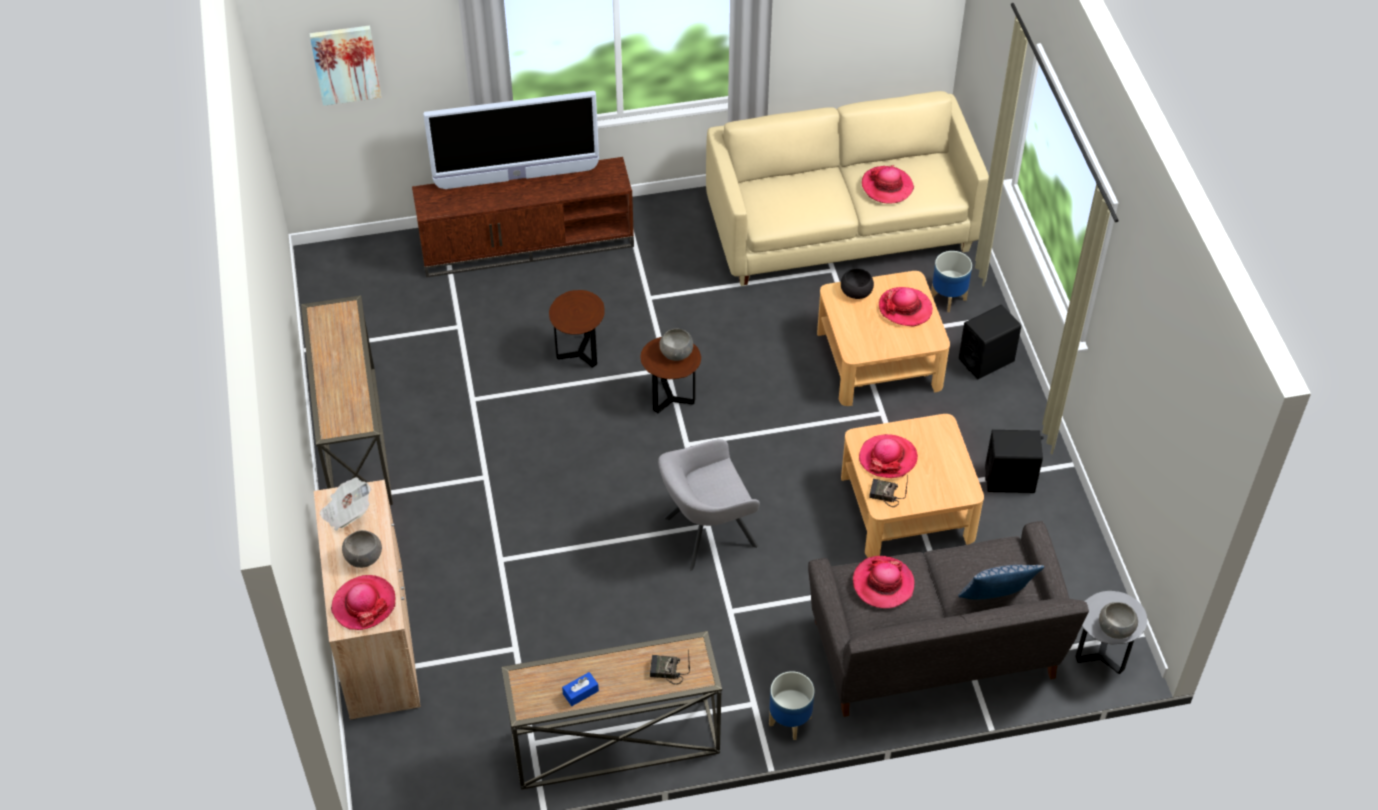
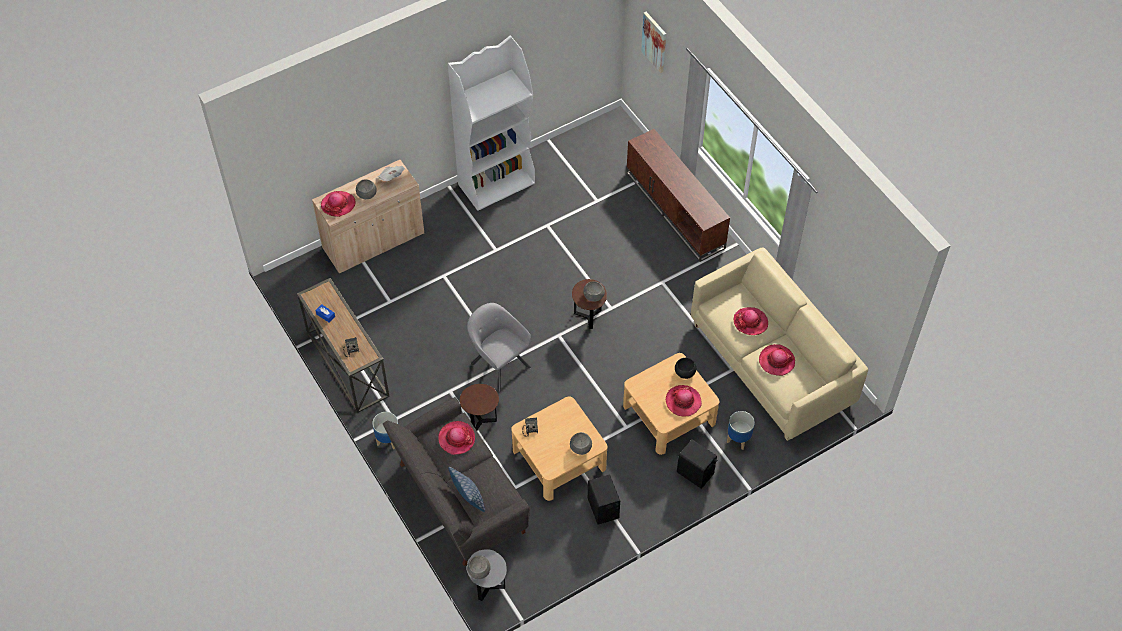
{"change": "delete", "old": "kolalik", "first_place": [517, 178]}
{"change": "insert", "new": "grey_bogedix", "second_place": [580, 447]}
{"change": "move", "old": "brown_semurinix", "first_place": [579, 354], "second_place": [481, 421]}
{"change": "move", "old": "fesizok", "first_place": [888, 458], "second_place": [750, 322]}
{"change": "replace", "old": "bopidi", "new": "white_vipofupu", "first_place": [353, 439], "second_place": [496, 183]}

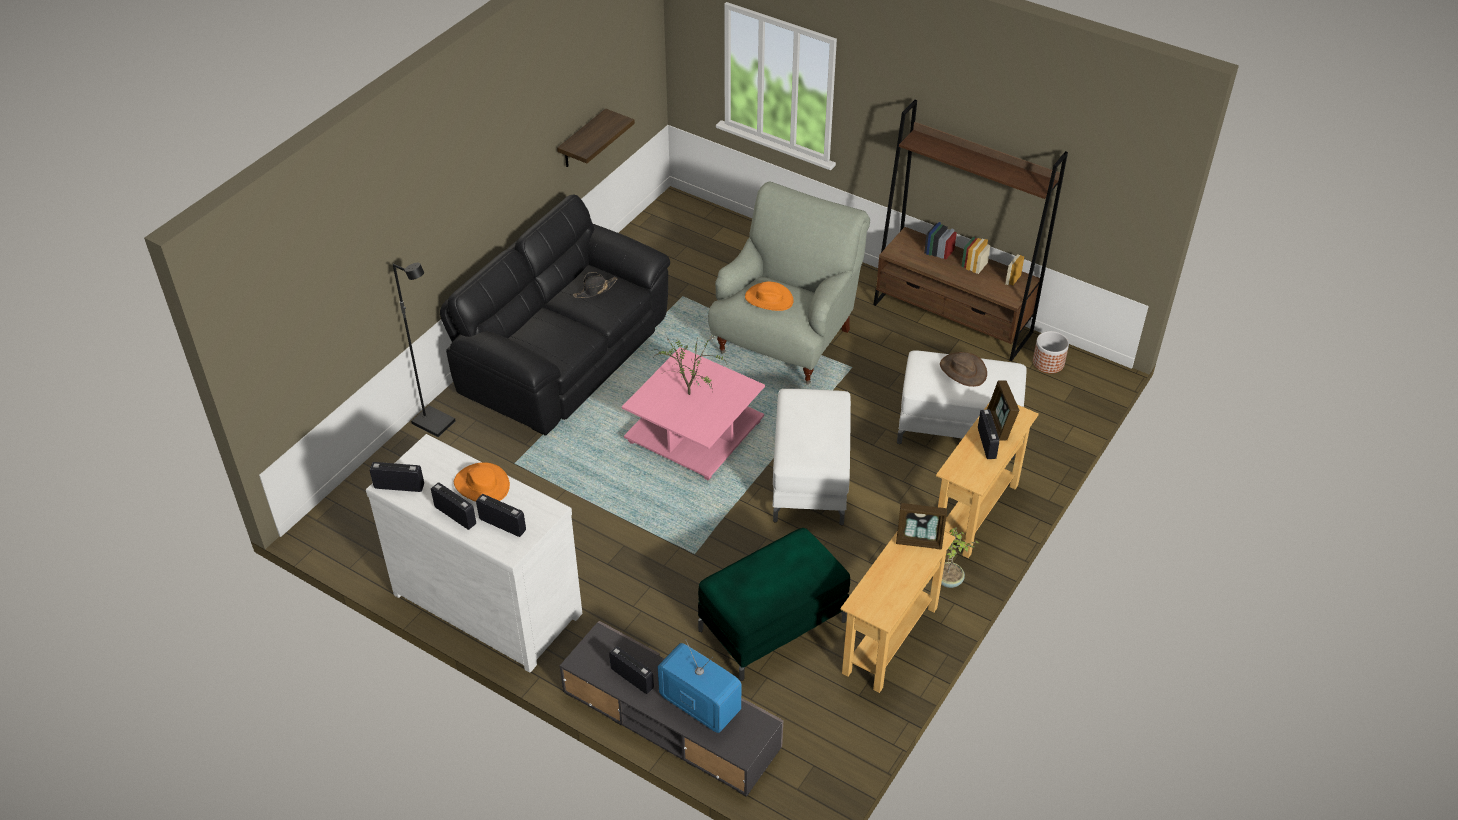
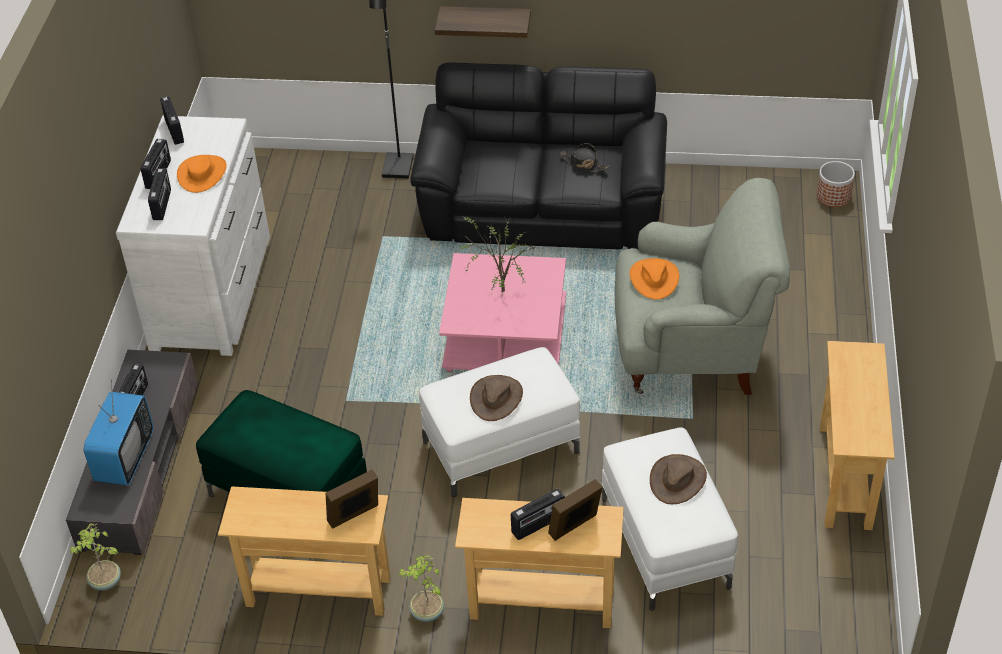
{"change": "insert", "new": "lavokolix", "second_place": [105, 582]}
{"change": "insert", "new": "brown_fesizok", "second_place": [496, 398]}
{"change": "move", "old": "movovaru", "first_place": [582, 140], "second_place": [485, 21]}
{"change": "move", "old": "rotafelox", "first_place": [1048, 363], "second_place": [833, 196]}
{"change": "replace", "old": "brown_vipofupu", "new": "beige_bopidi", "first_place": [952, 319], "second_place": [845, 476]}
{"change": "rotate", "old": "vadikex", "first_place": [919, 541], "second_place": [354, 516], "degrees": 75}

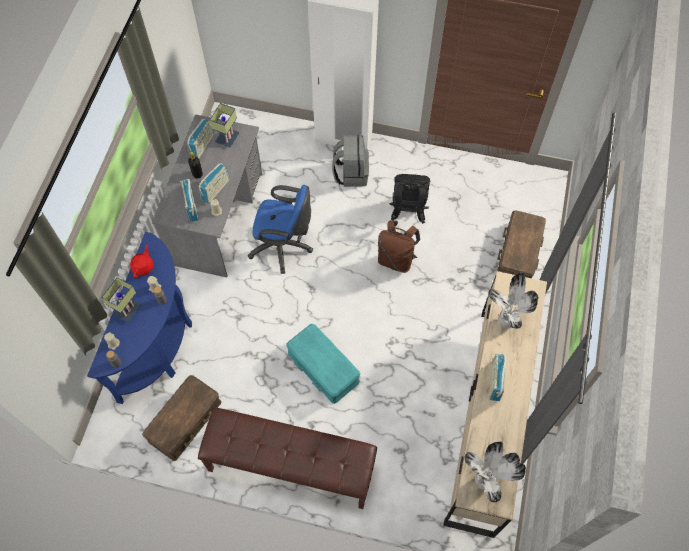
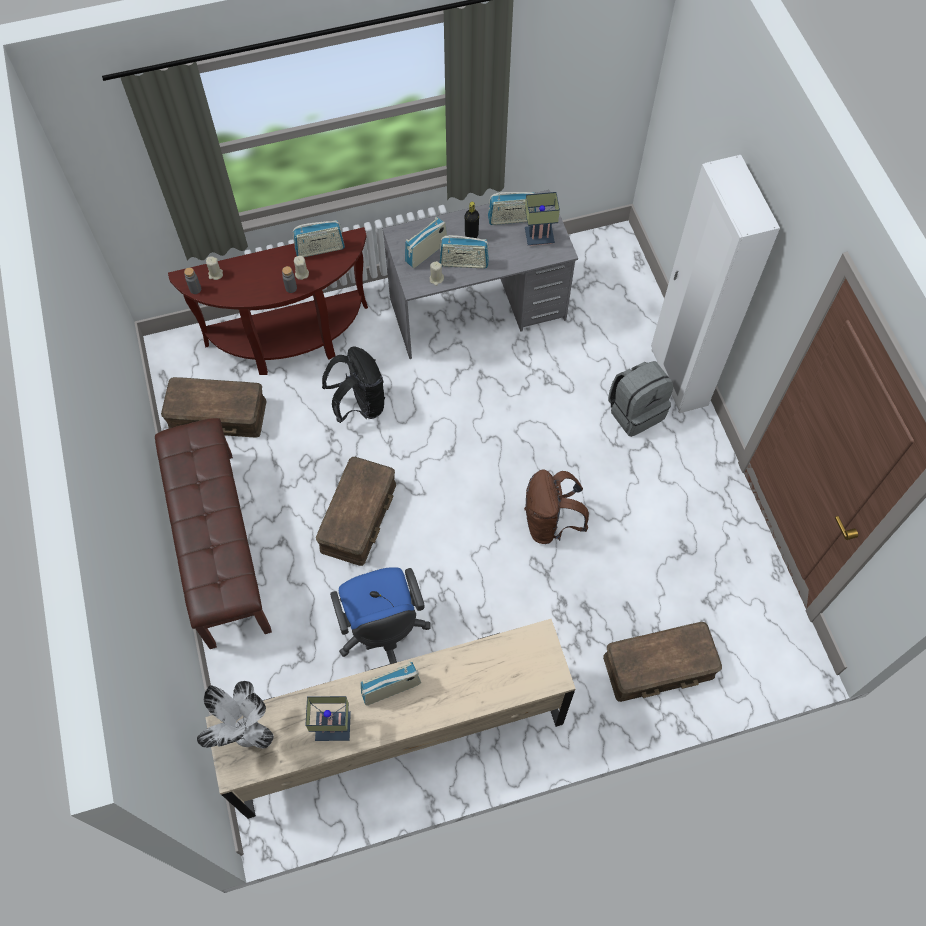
{"change": "delete", "old": "lavokolix", "first_place": [505, 323]}
{"change": "move", "old": "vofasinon", "first_place": [127, 309], "second_place": [335, 725]}
{"change": "move", "old": "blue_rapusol", "first_place": [284, 246], "second_place": [383, 632]}
{"change": "move", "old": "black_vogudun", "first_place": [408, 211], "second_place": [359, 404]}
{"change": "replace", "old": "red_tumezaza", "new": "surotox", "first_place": [143, 267], "second_place": [320, 249]}
{"change": "recolor", "old": "blue_bopidi", "new": "brown_bopidi", "first_place": [159, 344], "second_place": [290, 341]}
{"change": "recolor", "old": "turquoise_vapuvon", "new": "brown_vapuvon", "first_place": [322, 367], "second_place": [357, 516]}

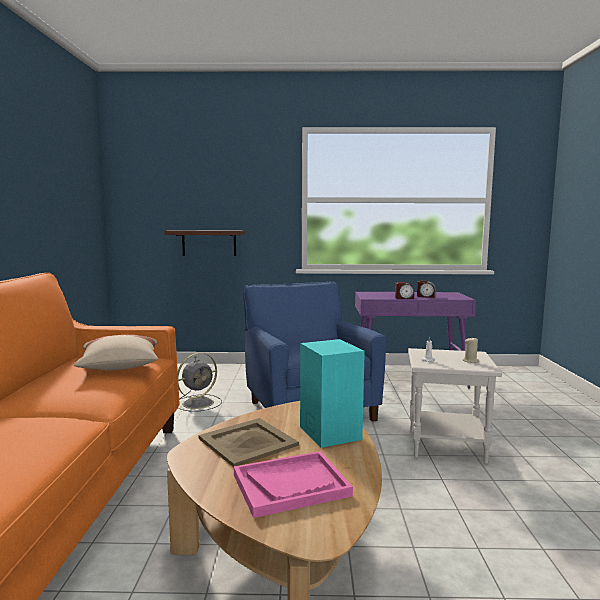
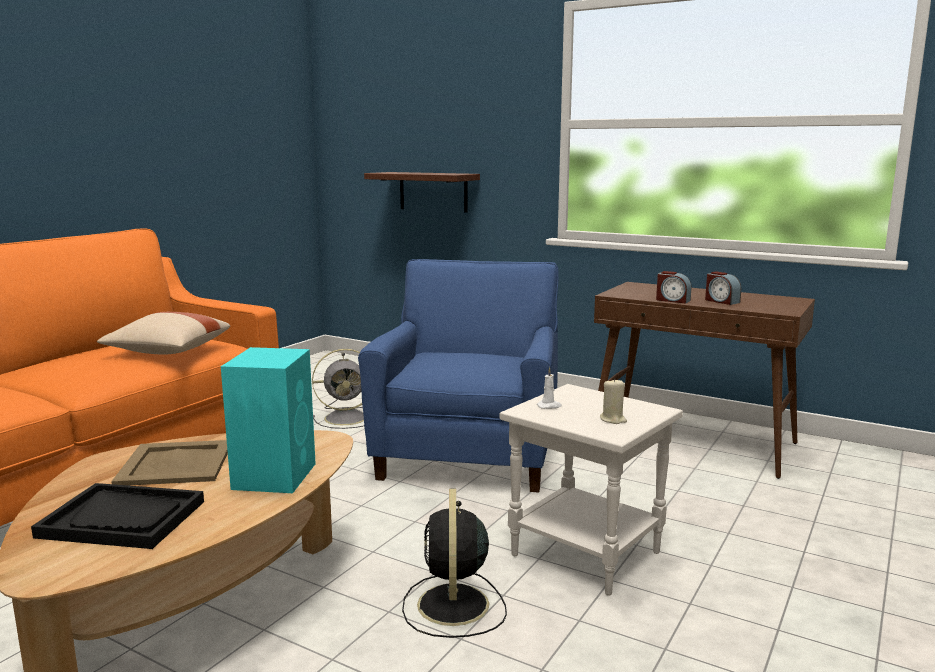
{"change": "insert", "new": "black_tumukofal", "second_place": [453, 606]}
{"change": "recolor", "old": "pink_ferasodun", "new": "black_ferasodun", "first_place": [291, 485], "second_place": [123, 519]}
{"change": "recolor", "old": "purple_bopidi", "new": "brown_bopidi", "first_place": [409, 378], "second_place": [693, 442]}

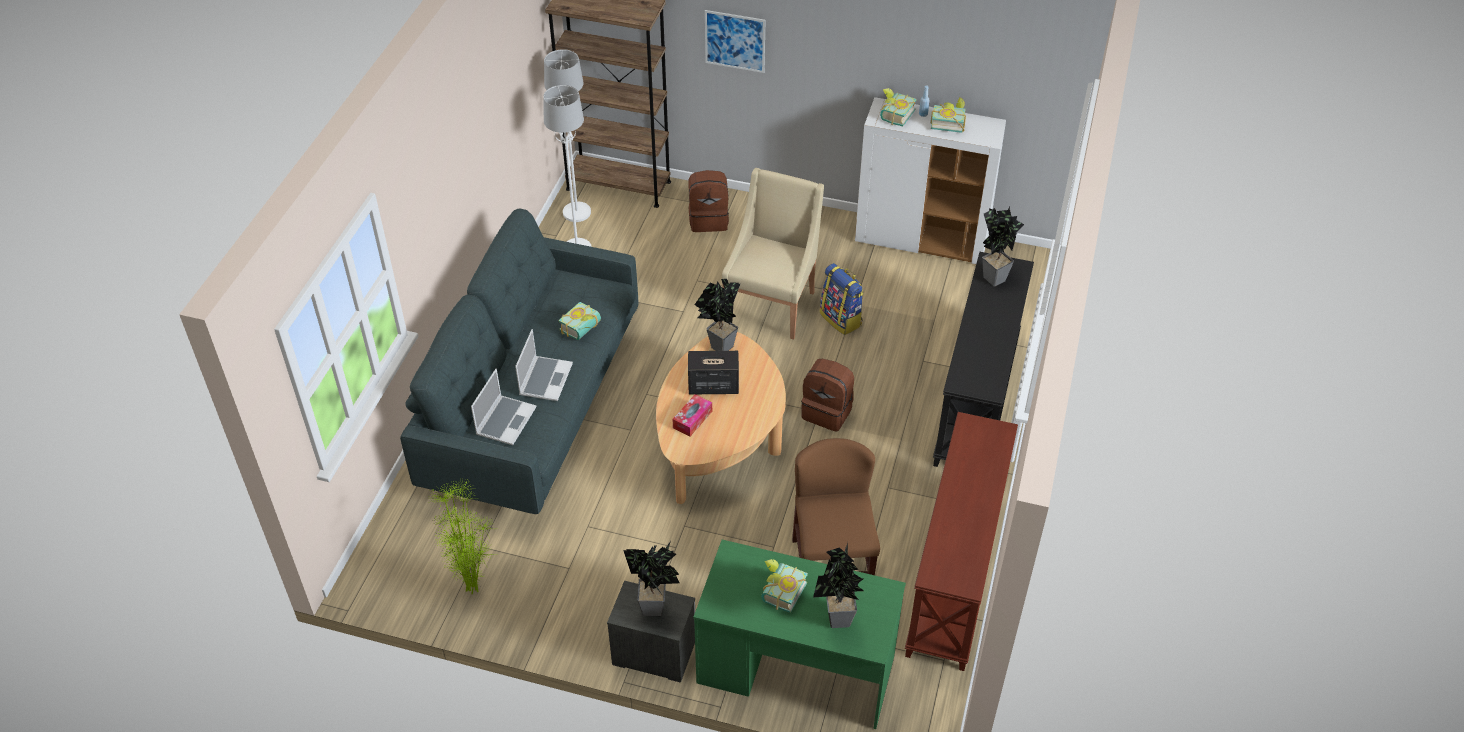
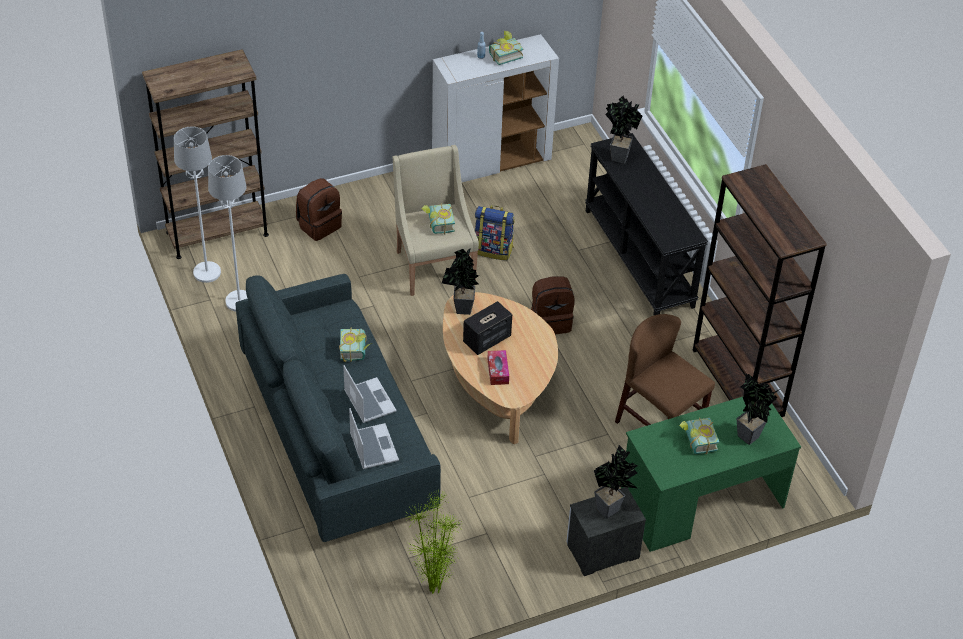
{"change": "delete", "old": "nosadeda", "first_place": [735, 41]}
{"change": "move", "old": "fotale", "first_place": [894, 115], "second_place": [437, 224]}
{"change": "replace", "old": "brown_bopidi", "new": "brown_vipofupu", "first_place": [956, 575], "second_place": [738, 383]}

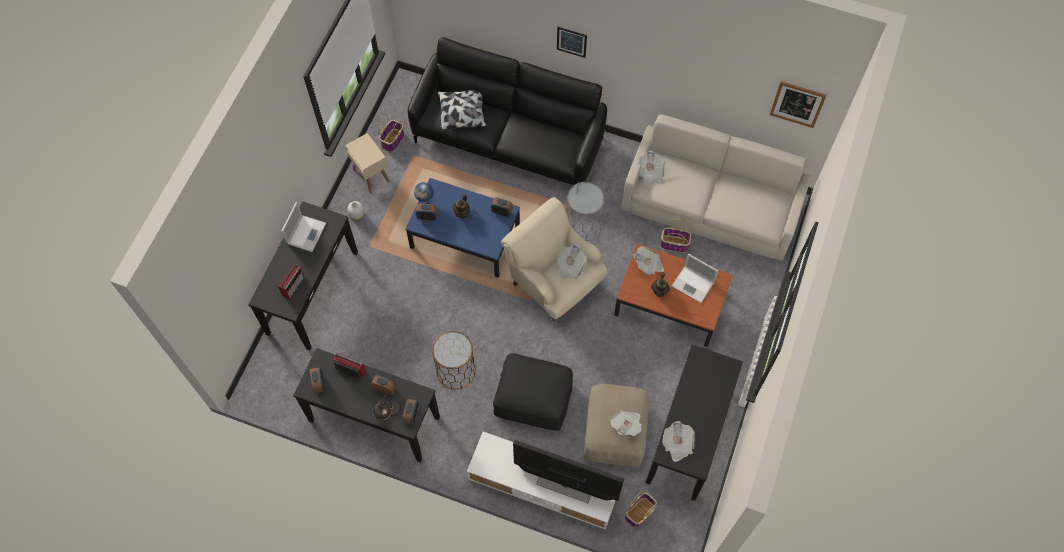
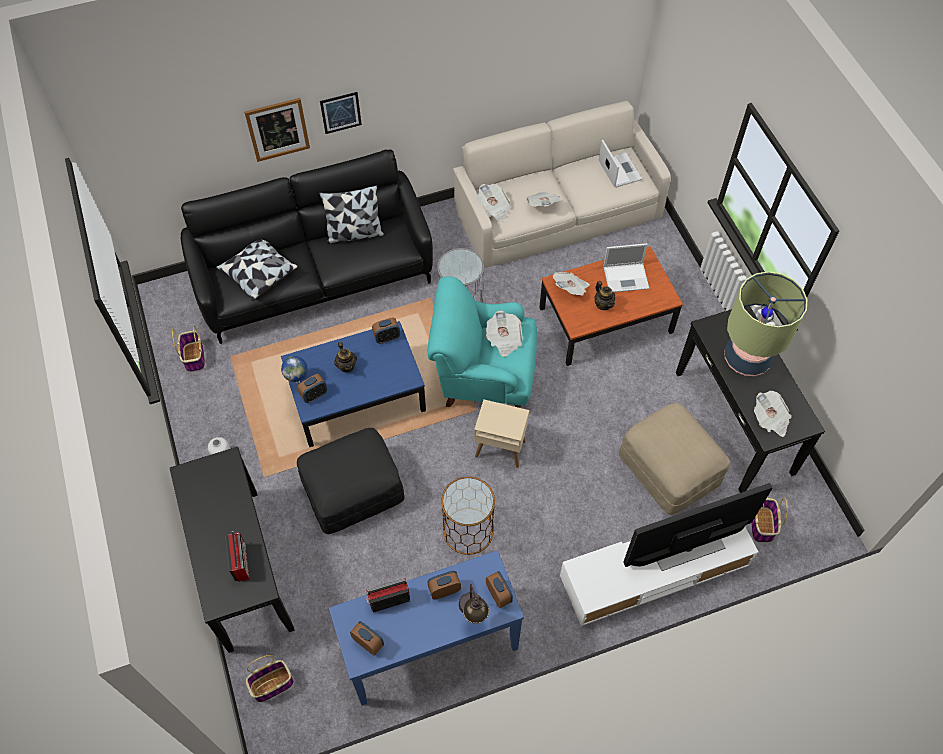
{"change": "insert", "new": "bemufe", "second_place": [354, 233]}
{"change": "insert", "new": "vofasinon", "second_place": [747, 358]}
{"change": "move", "old": "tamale", "first_place": [306, 232], "second_place": [619, 170]}
{"change": "move", "old": "beige_semurinix", "first_place": [371, 175], "second_place": [499, 449]}
{"change": "move", "old": "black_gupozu", "first_place": [533, 399], "second_place": [353, 490]}
{"change": "move", "old": "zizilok", "first_place": [627, 425], "second_place": [542, 204]}
{"change": "move", "old": "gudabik", "first_place": [674, 244], "second_place": [272, 684]}
{"change": "move", "old": "nosadeda", "first_place": [797, 104], "second_place": [277, 129]}
{"change": "recolor", "old": "black_bopidi", "new": "blue_bopidi", "first_place": [374, 419], "second_place": [430, 645]}
{"change": "recolor", "old": "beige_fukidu", "new": "turquoise_fukidu", "first_place": [554, 282], "second_place": [483, 376]}

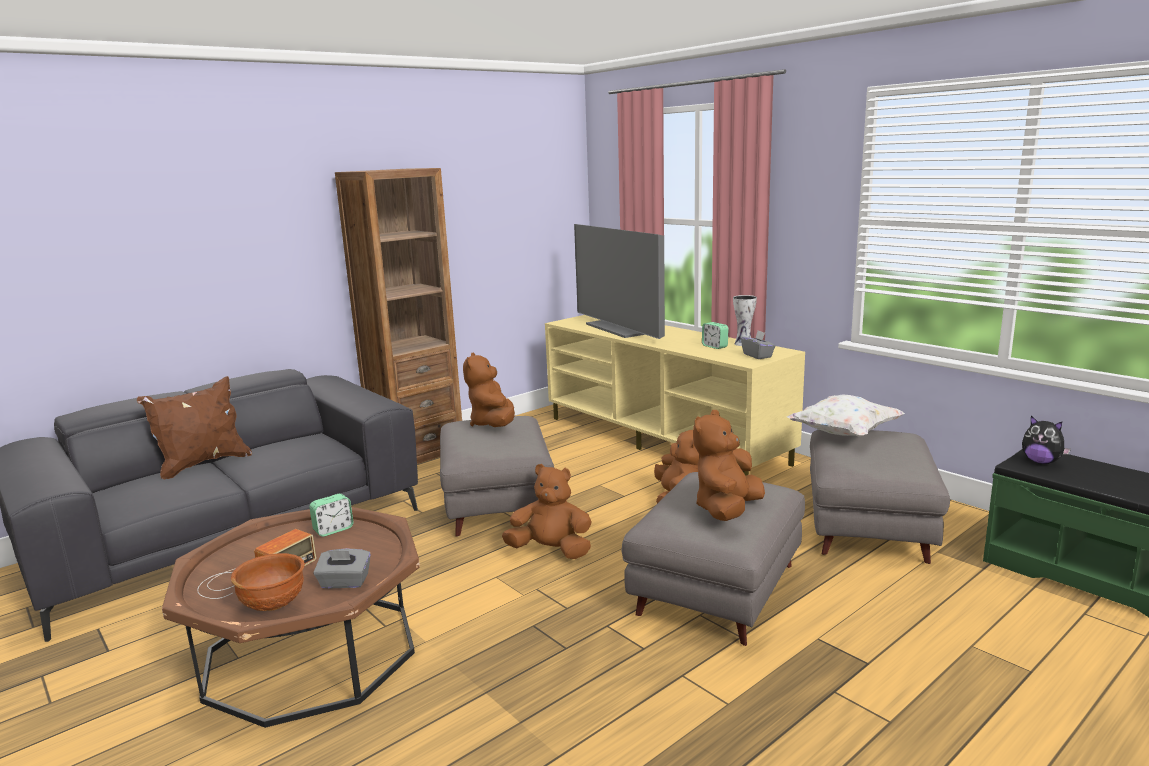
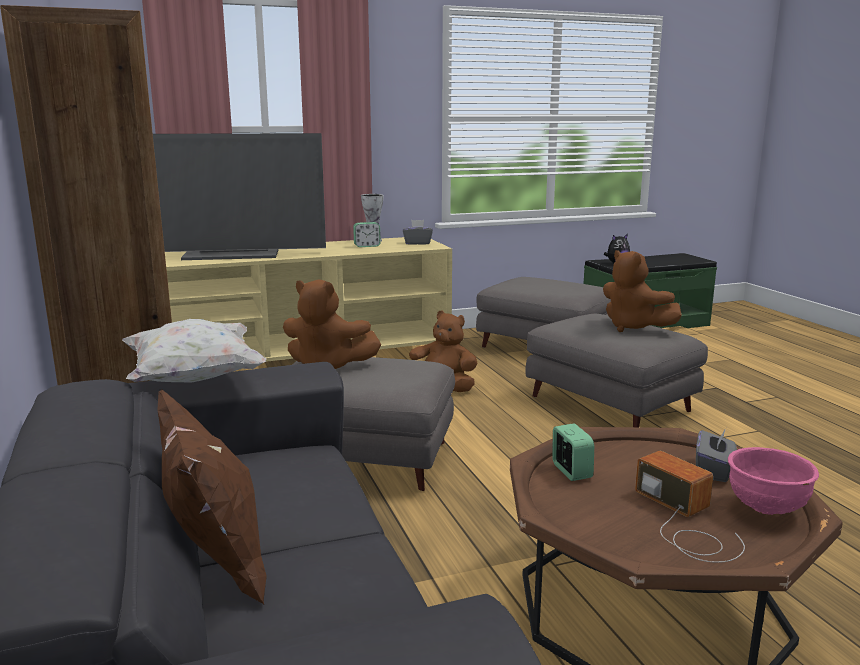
{"change": "delete", "old": "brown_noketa", "first_place": [551, 551]}
{"change": "move", "old": "white_bemufe", "first_place": [844, 434], "second_place": [195, 379]}
{"change": "recolor", "old": "brown_bogedix", "new": "pink_bogedix", "first_place": [274, 605], "second_place": [766, 508]}

